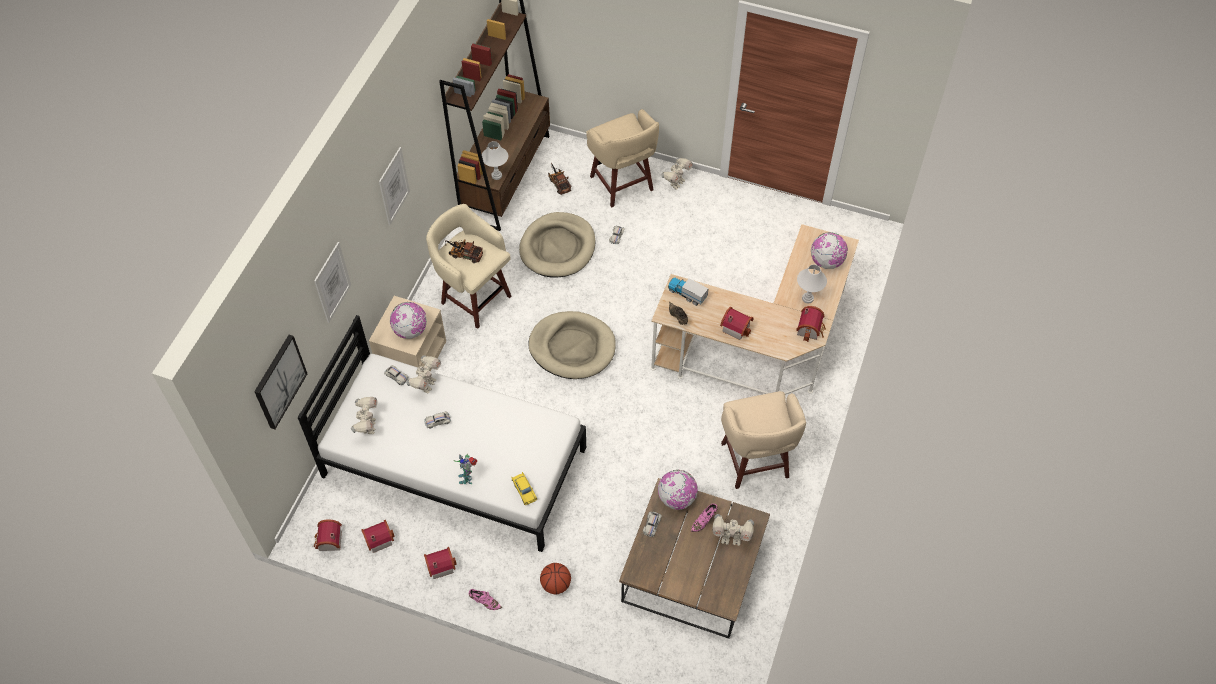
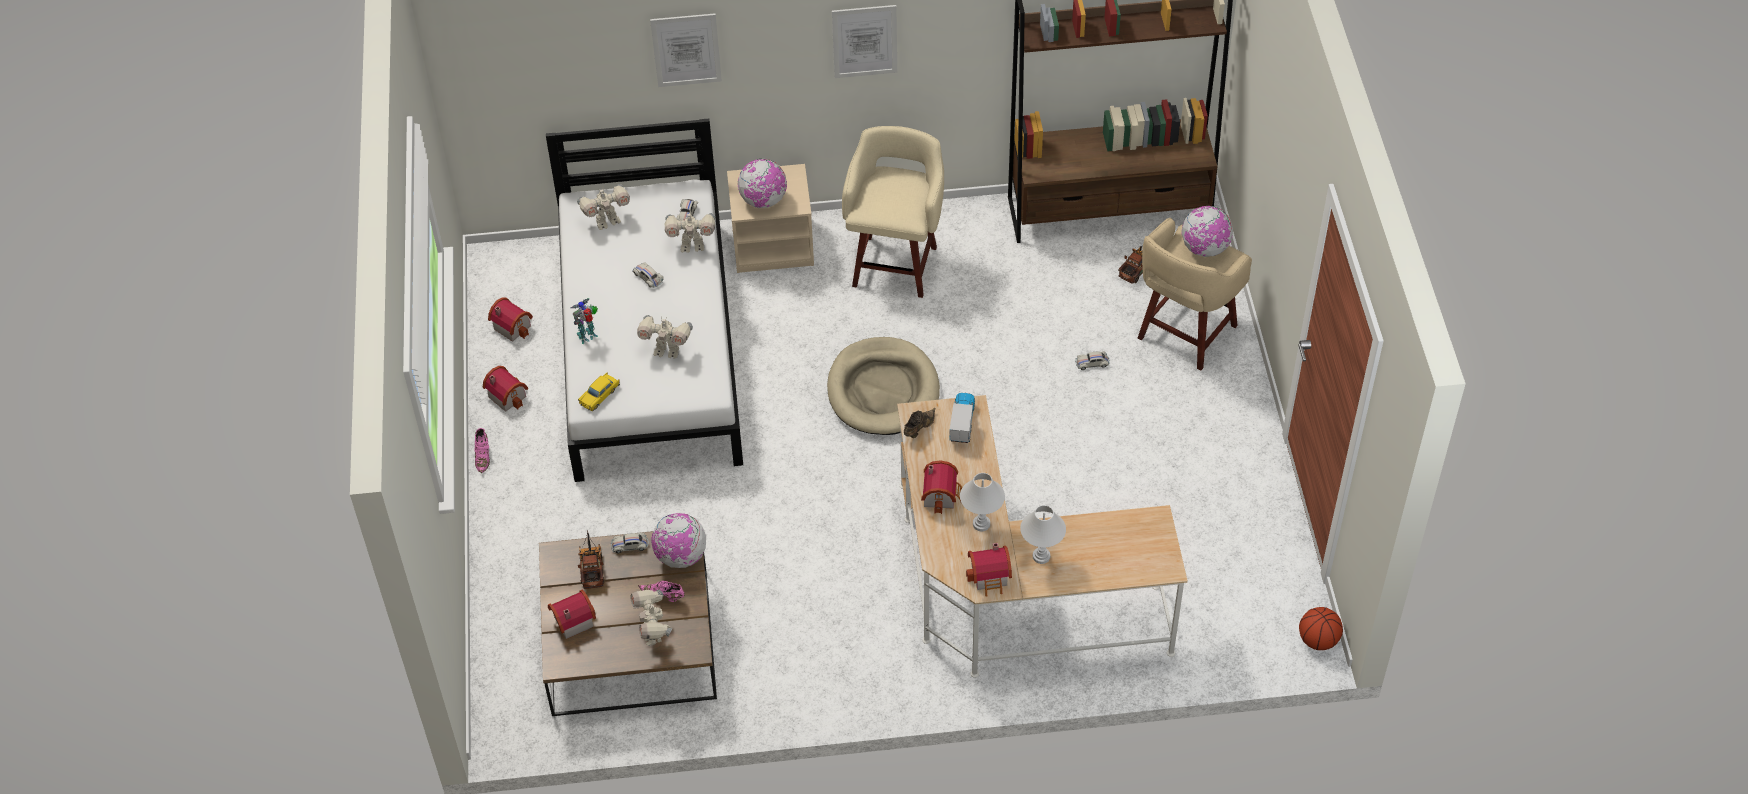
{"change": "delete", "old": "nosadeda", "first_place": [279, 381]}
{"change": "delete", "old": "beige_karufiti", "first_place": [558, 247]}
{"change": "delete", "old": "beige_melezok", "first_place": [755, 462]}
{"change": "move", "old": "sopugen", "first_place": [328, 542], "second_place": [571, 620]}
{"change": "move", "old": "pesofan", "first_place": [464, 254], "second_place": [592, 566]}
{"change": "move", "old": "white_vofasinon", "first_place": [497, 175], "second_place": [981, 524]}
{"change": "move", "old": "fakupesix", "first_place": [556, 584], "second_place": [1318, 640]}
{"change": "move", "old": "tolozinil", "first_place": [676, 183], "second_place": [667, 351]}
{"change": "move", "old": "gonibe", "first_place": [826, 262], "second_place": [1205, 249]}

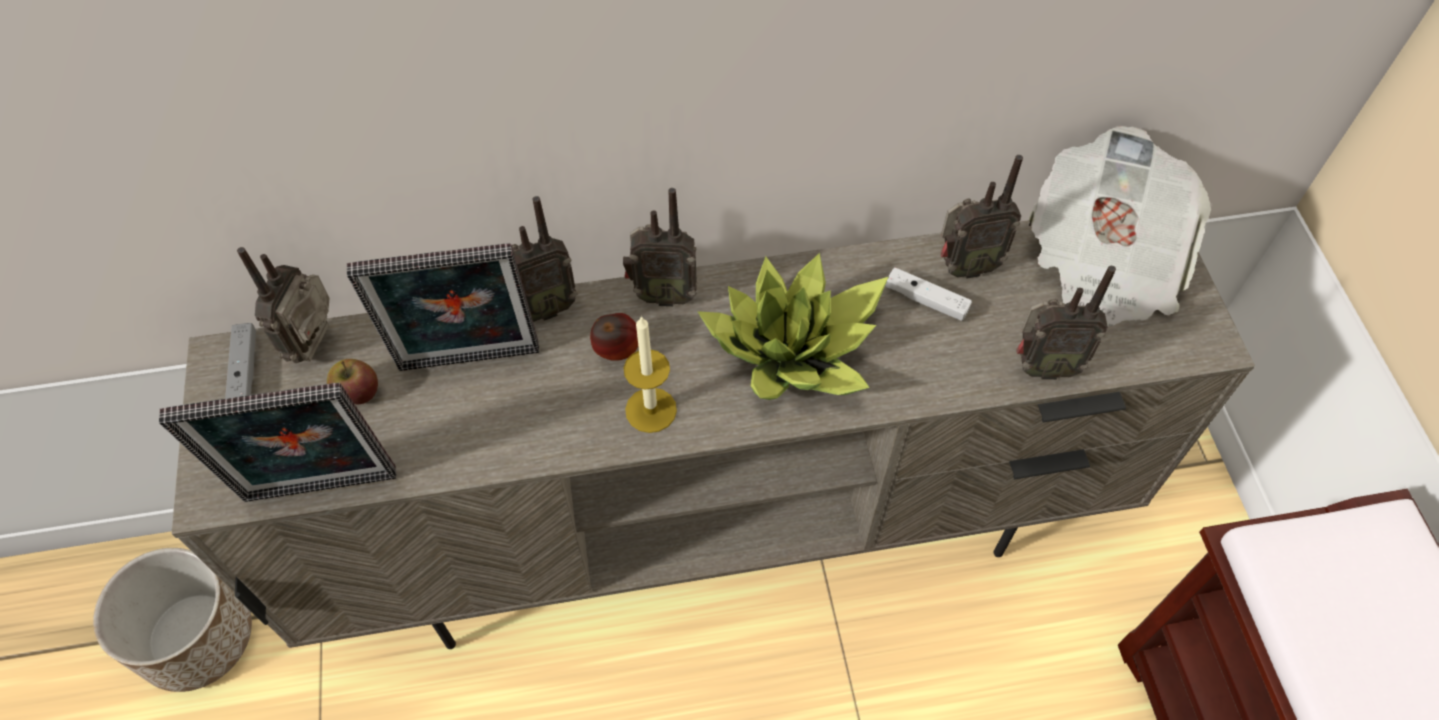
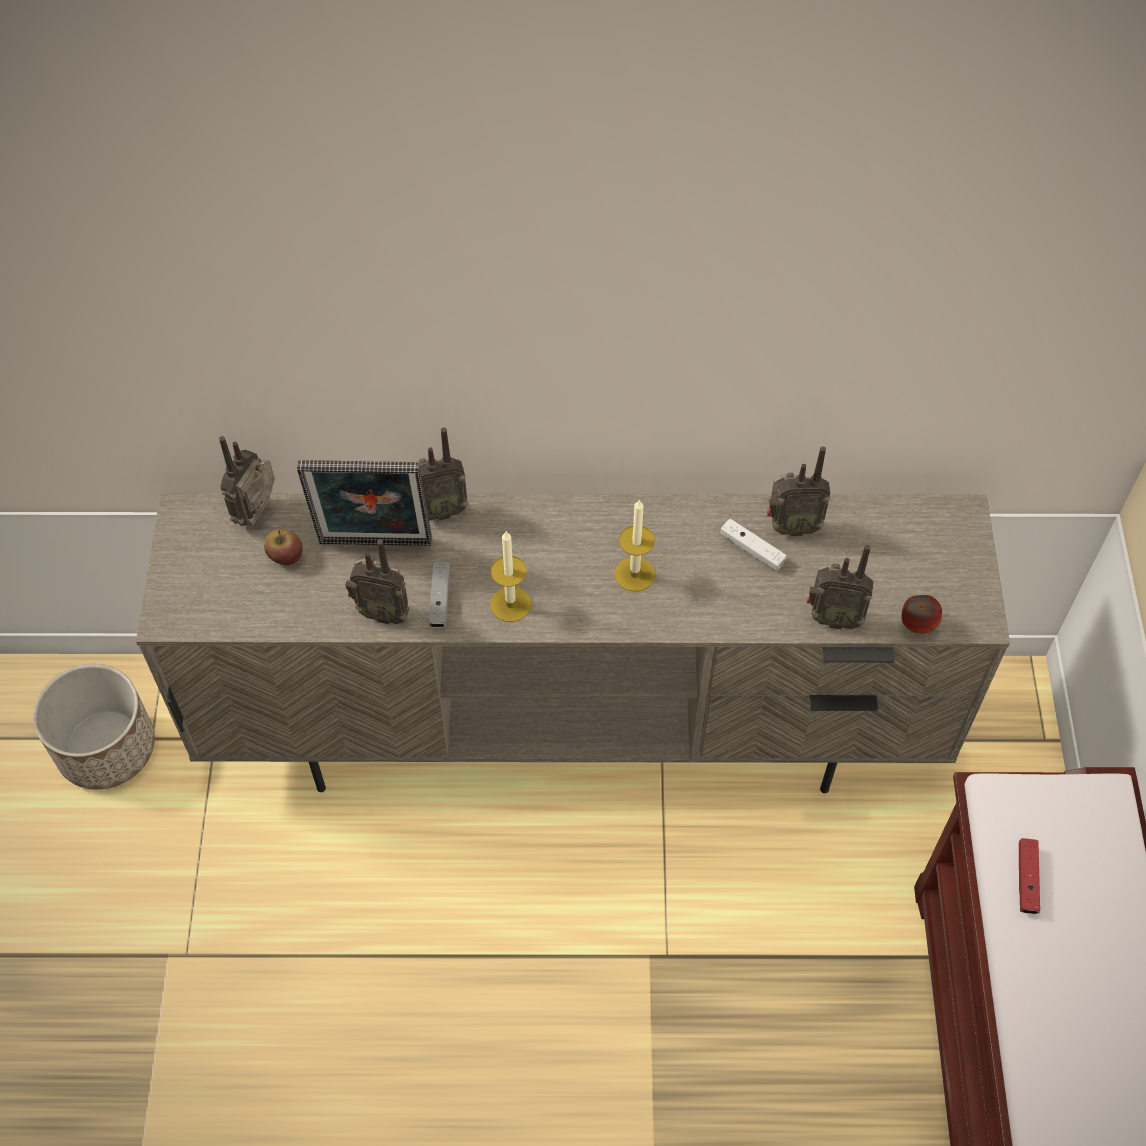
{"change": "delete", "old": "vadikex", "first_place": [320, 493]}
{"change": "delete", "old": "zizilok", "first_place": [1102, 263]}
{"change": "insert", "new": "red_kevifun", "second_place": [1026, 879]}
{"change": "move", "old": "grey_kevifun", "first_place": [245, 369], "second_place": [440, 599]}
{"change": "move", "old": "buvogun", "first_place": [617, 352], "second_place": [916, 626]}
{"change": "move", "old": "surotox", "first_place": [663, 294], "second_place": [383, 612]}
{"change": "replace", "old": "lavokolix", "new": "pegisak", "first_place": [794, 350], "second_place": [634, 574]}

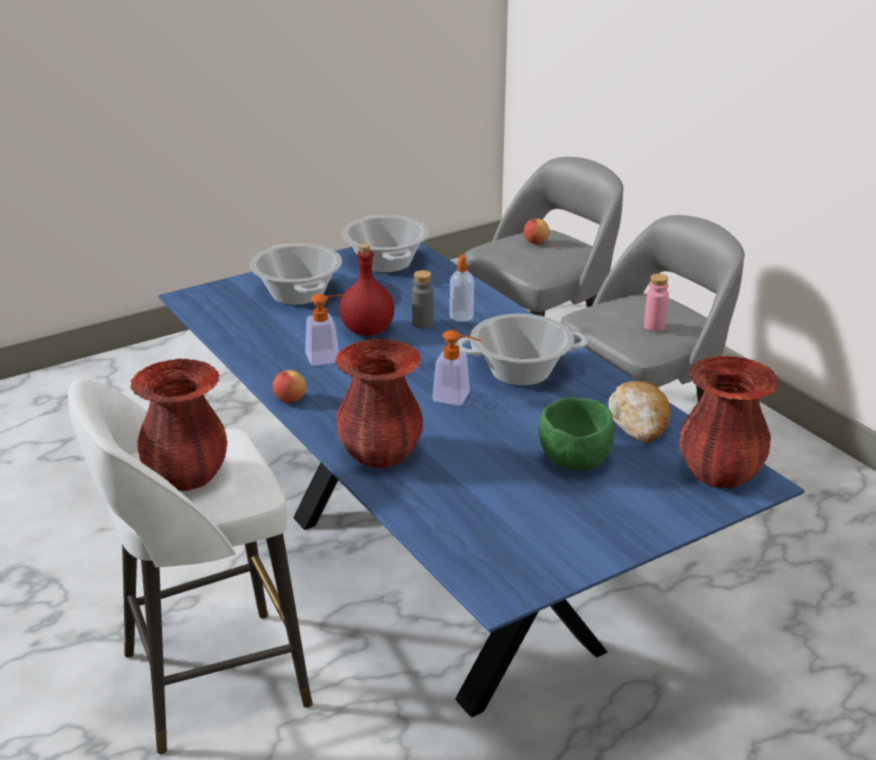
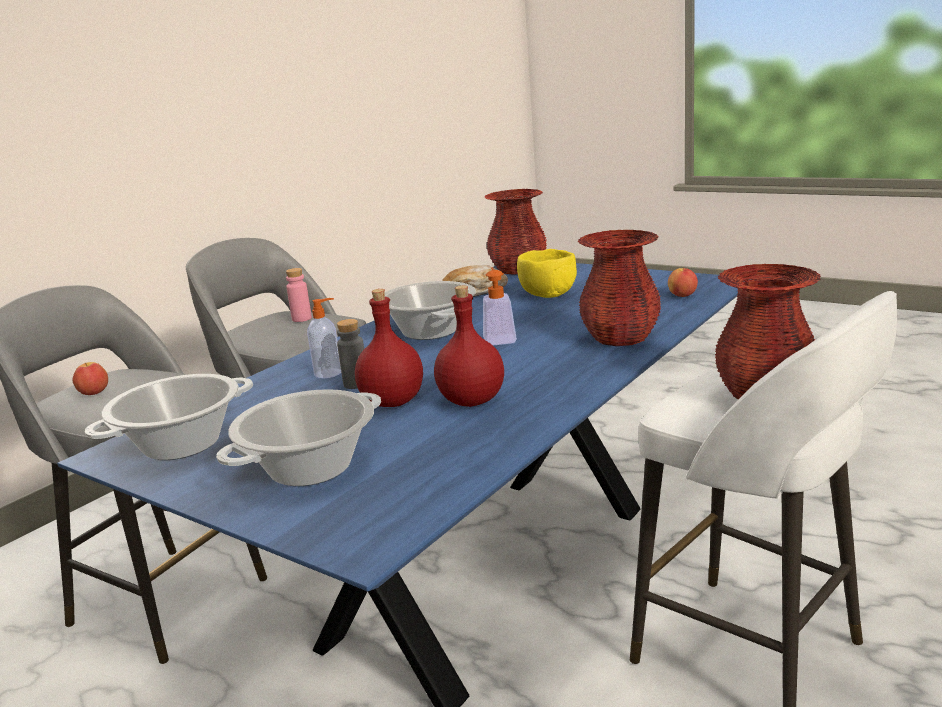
{"change": "move", "old": "buvogun", "first_place": [290, 400], "second_place": [682, 295]}
{"change": "replace", "old": "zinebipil", "new": "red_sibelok", "first_place": [329, 357], "second_place": [472, 401]}
{"change": "recolor", "old": "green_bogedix", "new": "yellow_bogedix", "first_place": [573, 460], "second_place": [548, 295]}

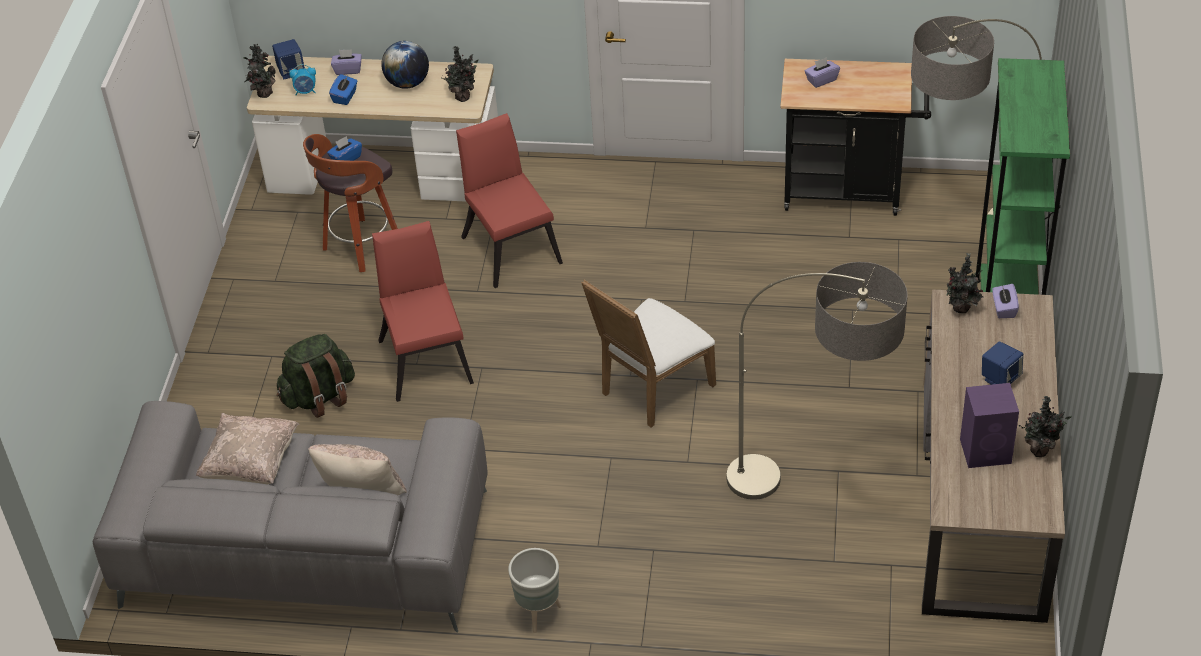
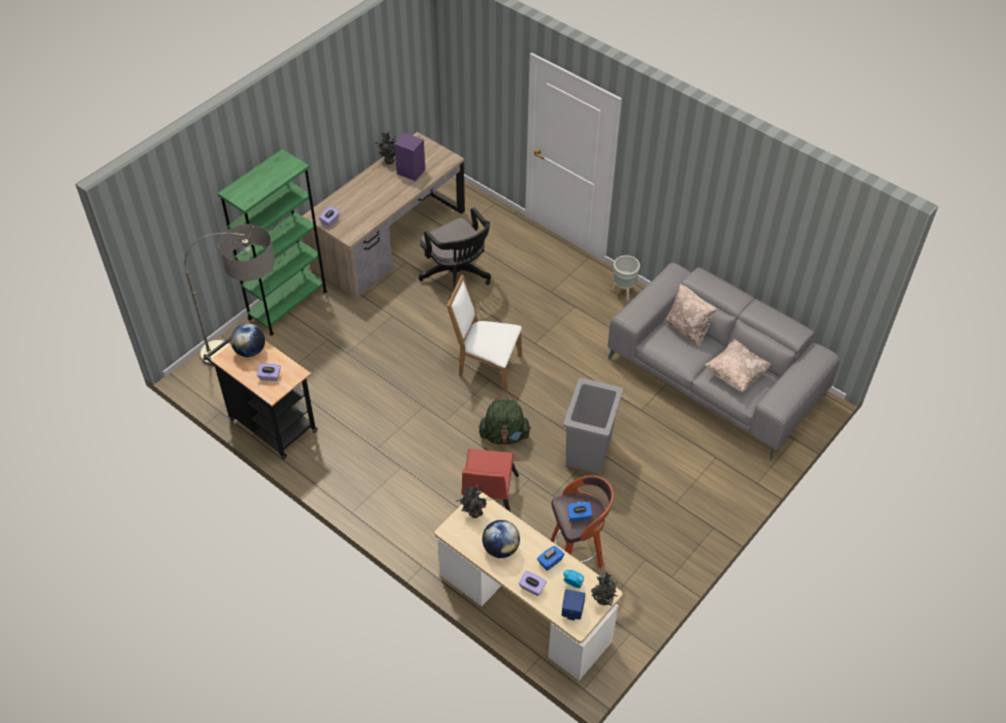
{"change": "delete", "old": "lavokolix", "first_place": [960, 309]}
{"change": "delete", "old": "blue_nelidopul", "first_place": [1000, 379]}
{"change": "insert", "new": "gonibe", "second_place": [250, 351]}
{"change": "move", "old": "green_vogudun", "first_place": [319, 397], "second_place": [504, 435]}
{"change": "replace", "old": "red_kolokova", "new": "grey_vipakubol", "first_place": [425, 356], "second_place": [588, 452]}
{"change": "replace", "old": "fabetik", "new": "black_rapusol", "first_place": [816, 495], "second_place": [457, 276]}
{"change": "rotate", "old": "white_kolokova", "first_place": [651, 390], "second_place": [486, 365], "degrees": -150}

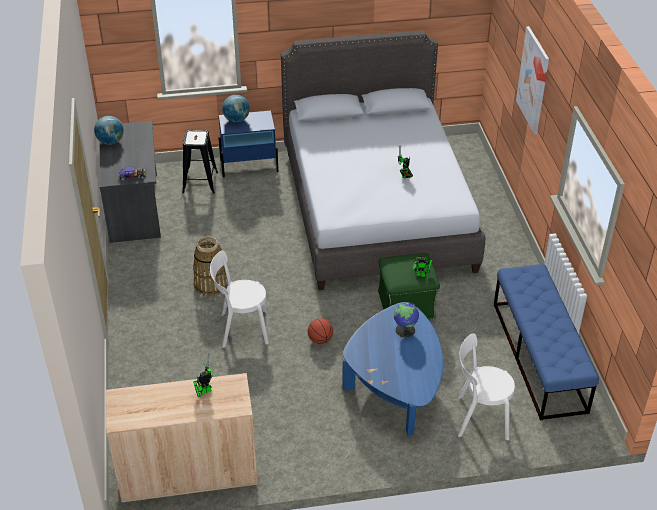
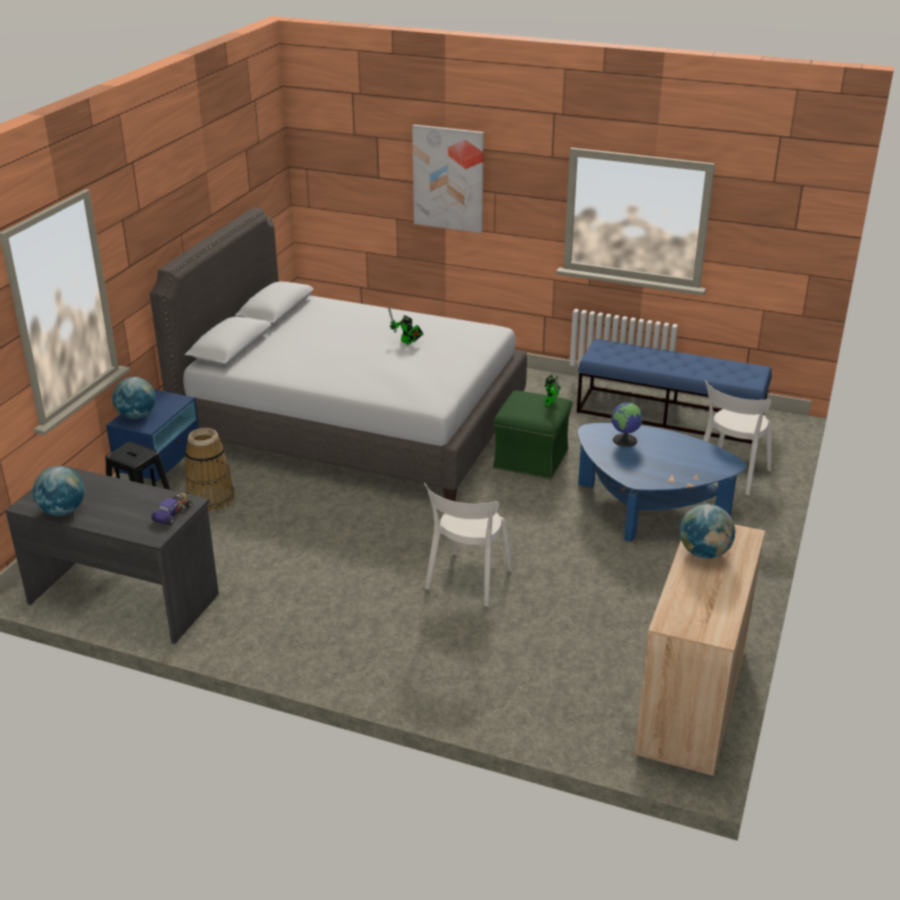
{"change": "delete", "old": "fakupesix", "first_place": [320, 340]}
{"change": "move", "old": "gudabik", "first_place": [211, 284], "second_place": [210, 498]}
{"change": "replace", "old": "tolozinil", "new": "gonibe", "first_place": [203, 392], "second_place": [704, 553]}

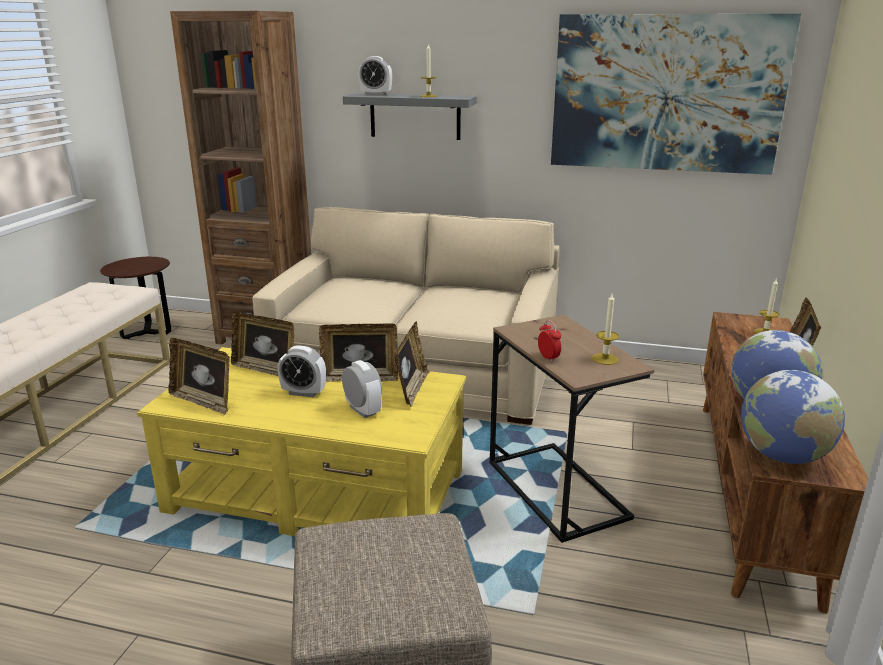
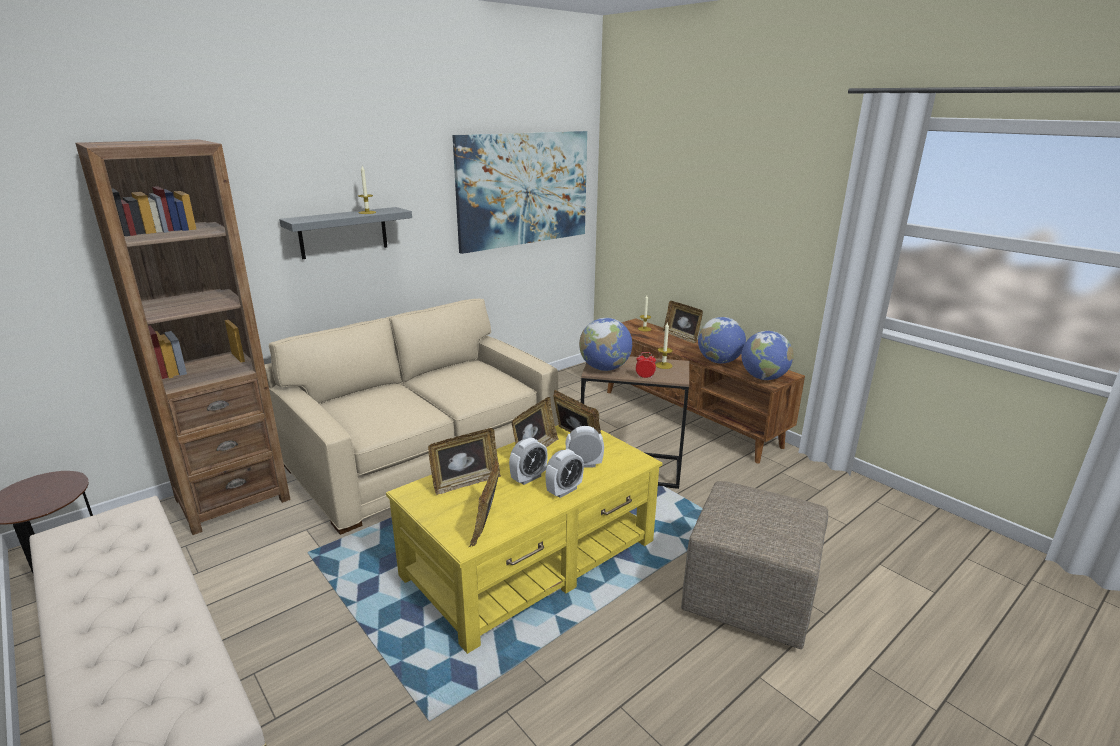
{"change": "insert", "new": "gonibe", "second_place": [604, 368]}
{"change": "move", "old": "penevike", "first_place": [375, 94], "second_place": [564, 490]}
{"change": "rotate", "old": "vadikex", "first_place": [203, 401], "second_place": [486, 525], "degrees": 120}

